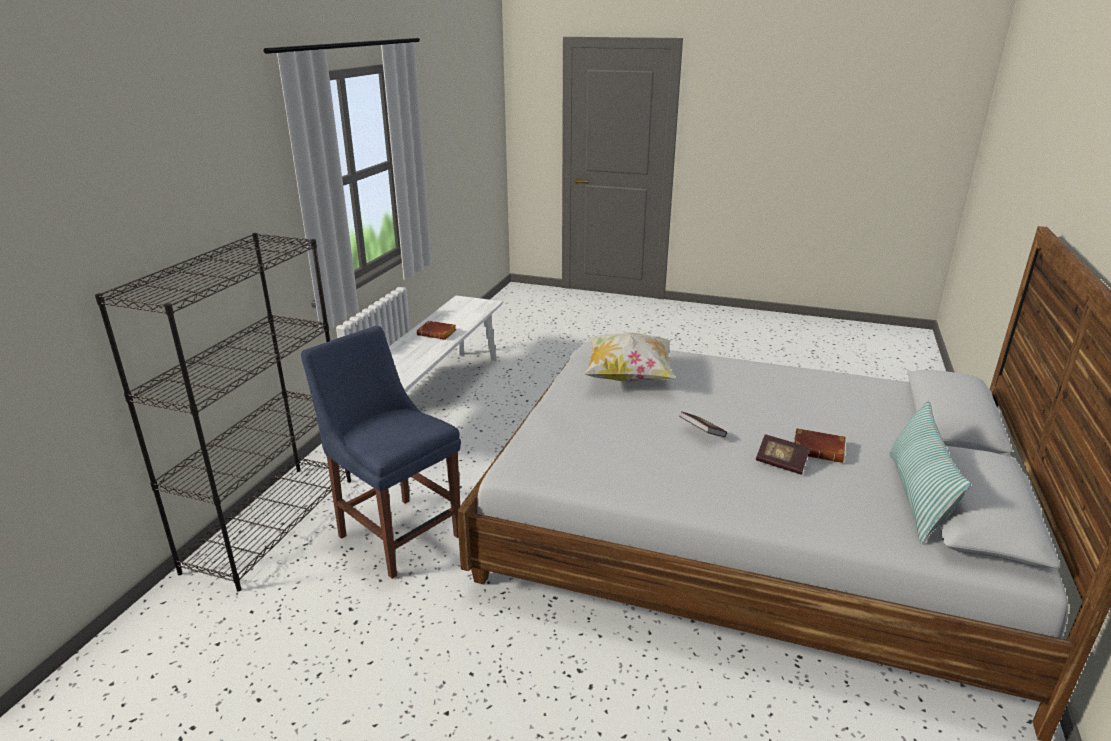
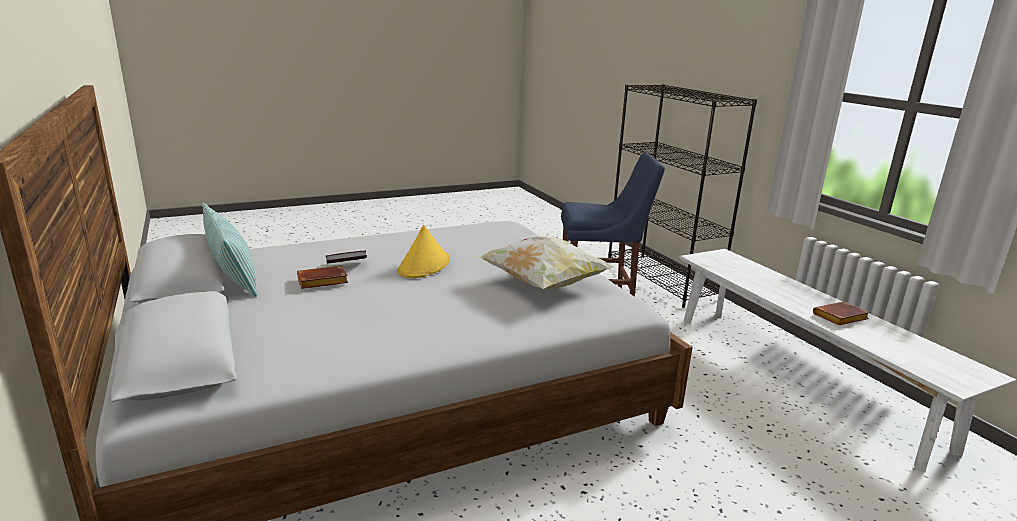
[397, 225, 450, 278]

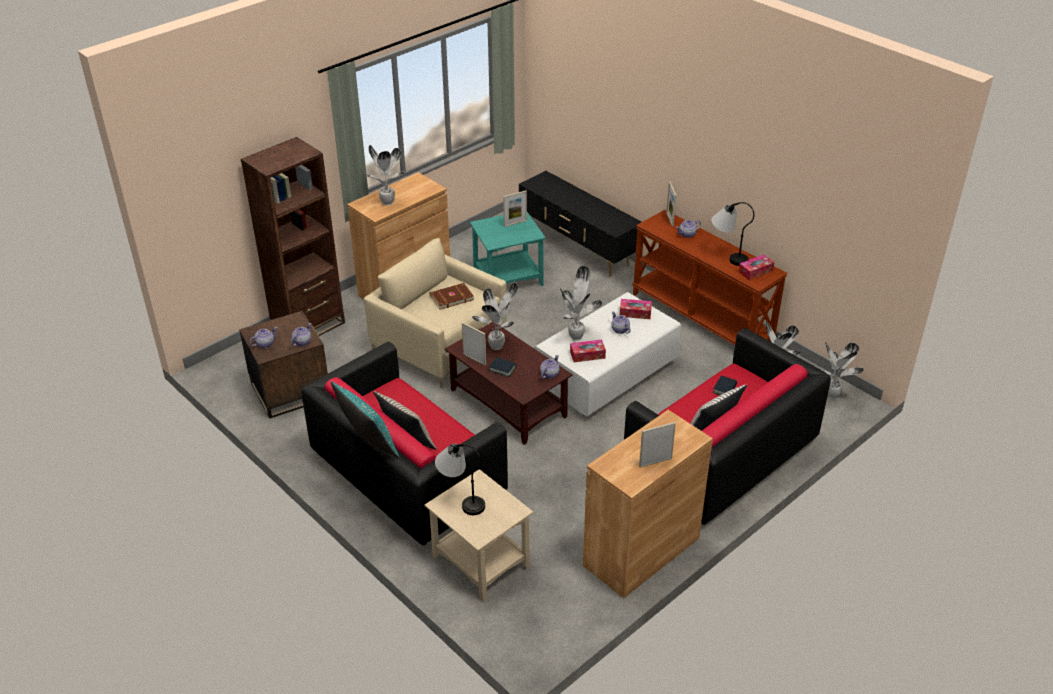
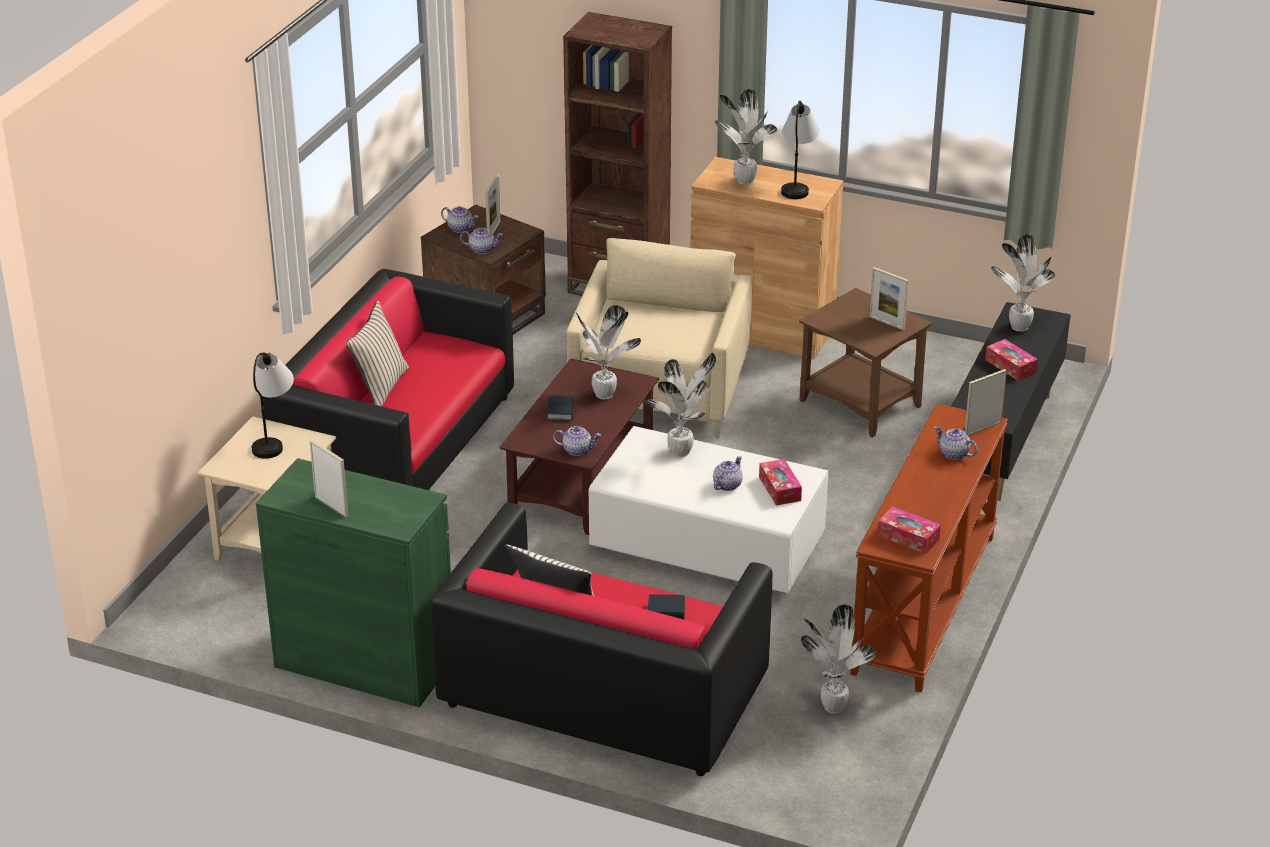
[331, 382, 400, 458] (first image)
[430, 283, 474, 310] (first image)
[485, 174, 501, 234]
[799, 288, 932, 438]
[985, 339, 1038, 381]
[256, 458, 451, 707]
[781, 101, 819, 199]
[991, 234, 1055, 332]

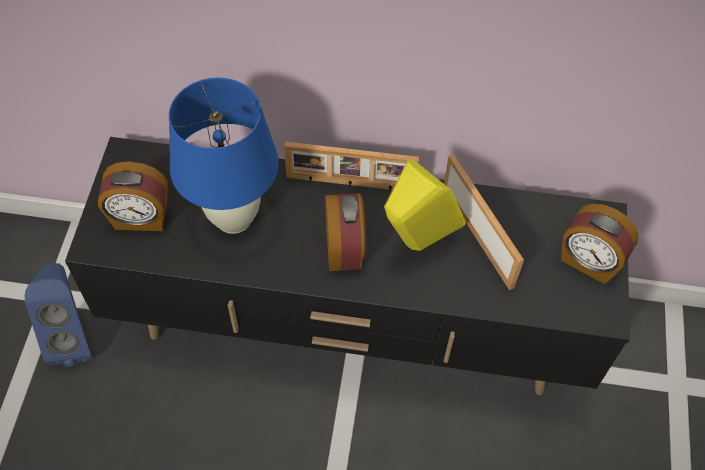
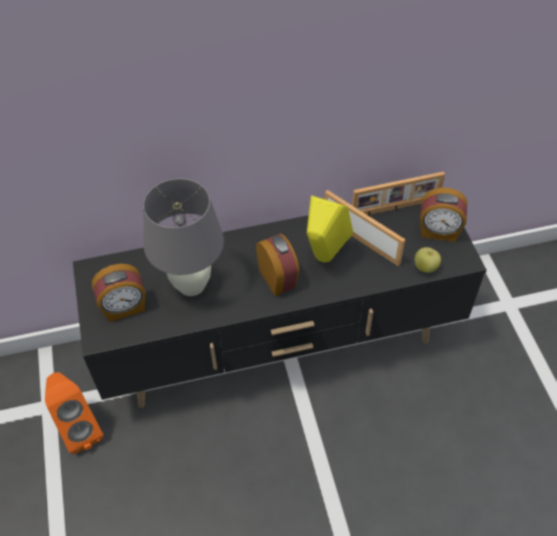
[45, 372, 104, 454]
[143, 178, 224, 296]
[352, 171, 445, 216]
[415, 247, 441, 273]

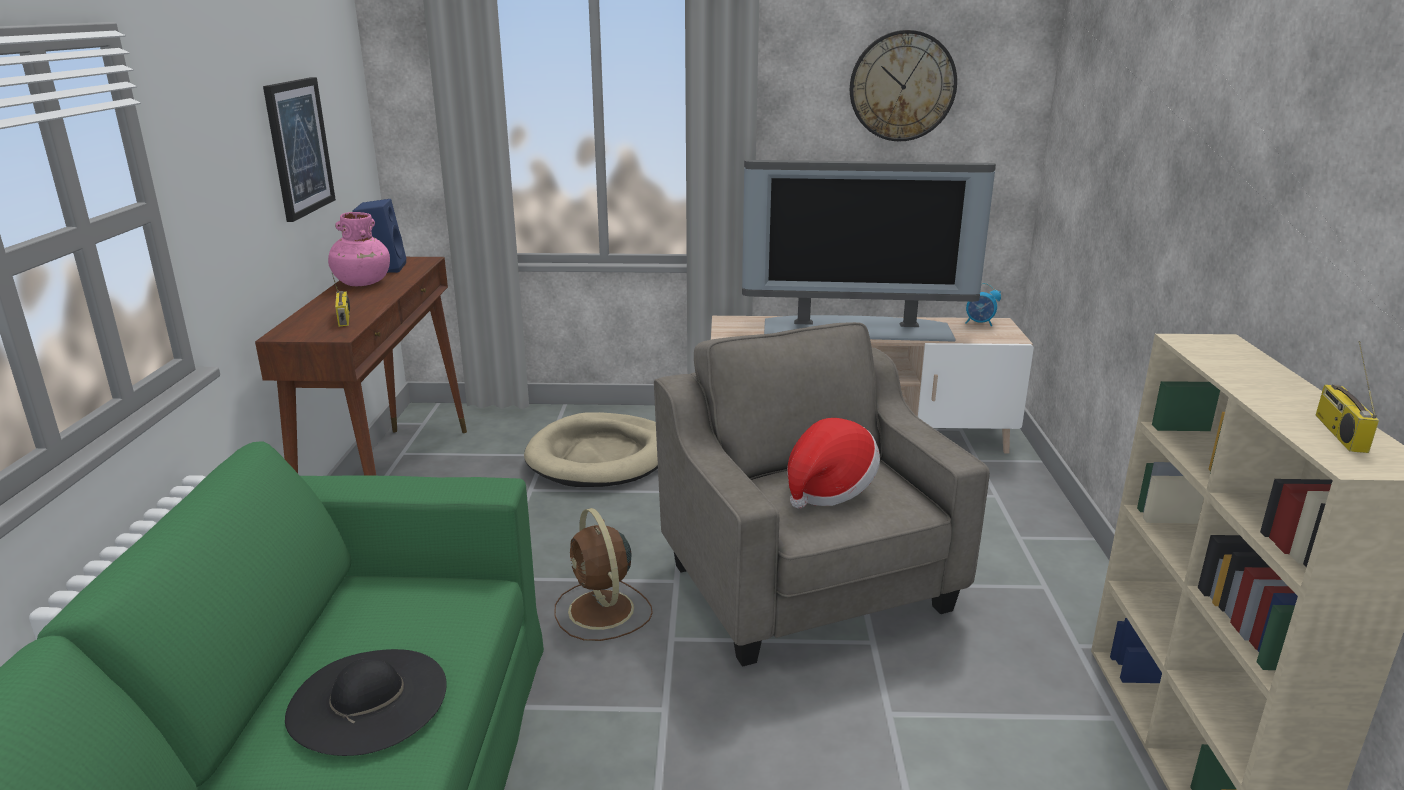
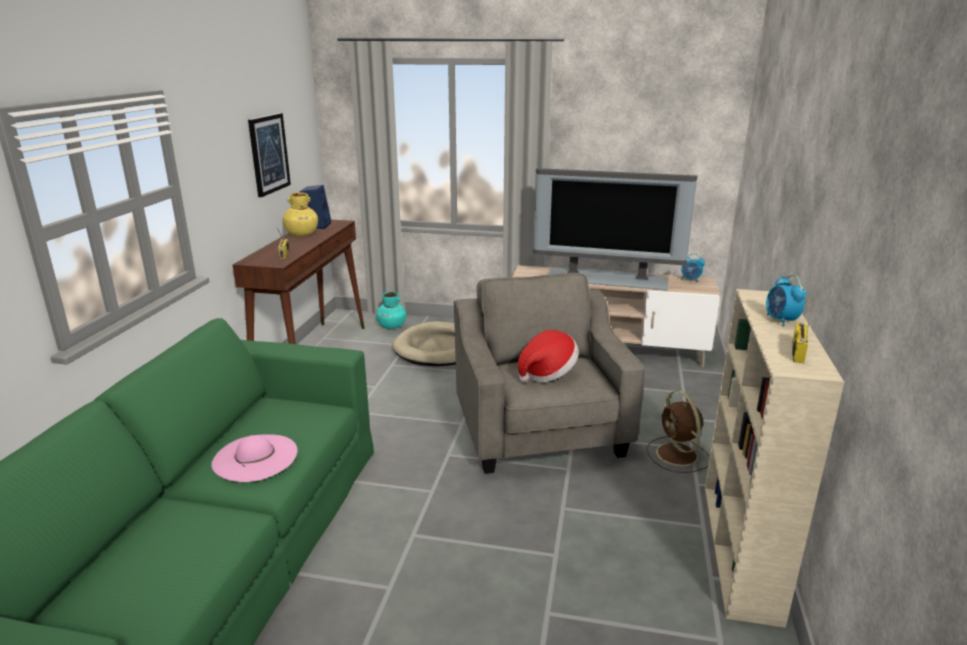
[211, 434, 298, 482]
[283, 192, 318, 236]
[647, 391, 710, 473]
[850, 30, 957, 141] (first image)
[376, 291, 406, 329]
[766, 275, 806, 326]

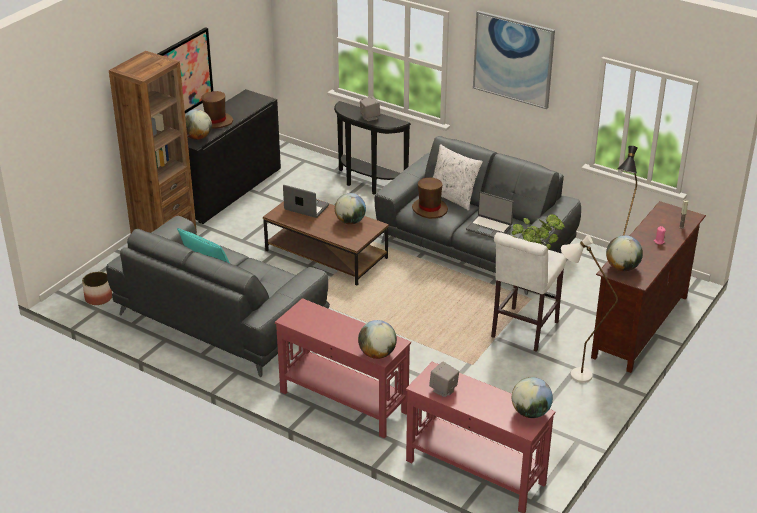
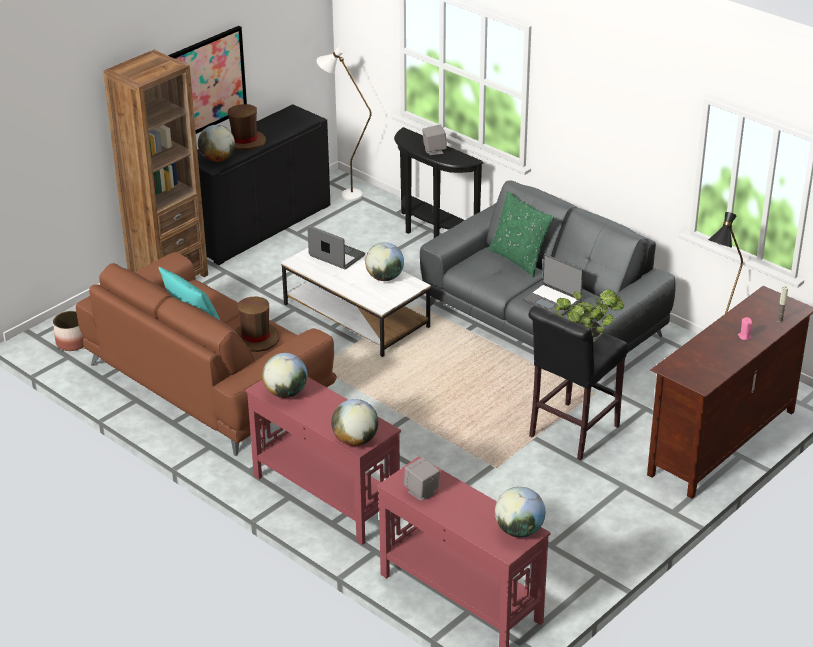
[76, 252, 337, 456]
[281, 242, 431, 357]
[234, 297, 279, 352]
[488, 191, 554, 277]
[473, 11, 555, 109] (first image)
[529, 306, 628, 460]
[317, 45, 372, 201]
[262, 353, 307, 398]

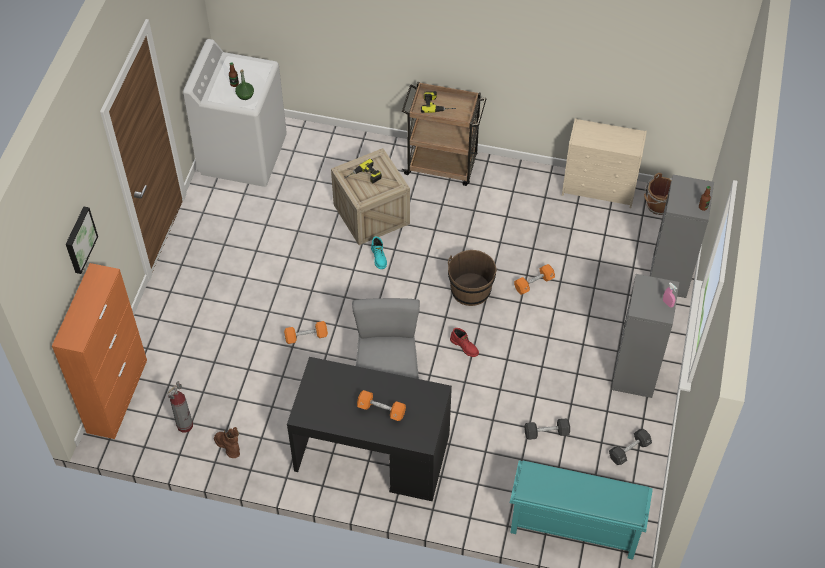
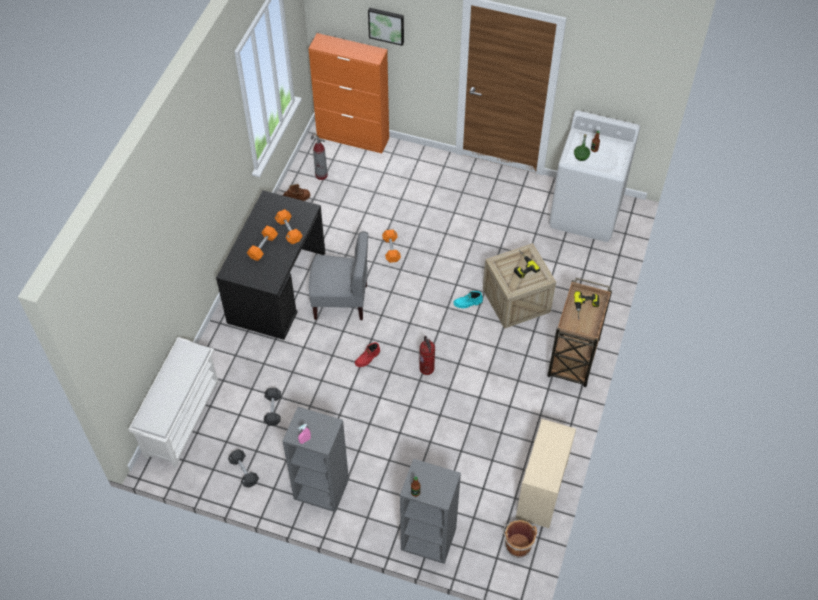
[419, 336, 435, 375]
[129, 337, 219, 468]
[275, 209, 303, 244]

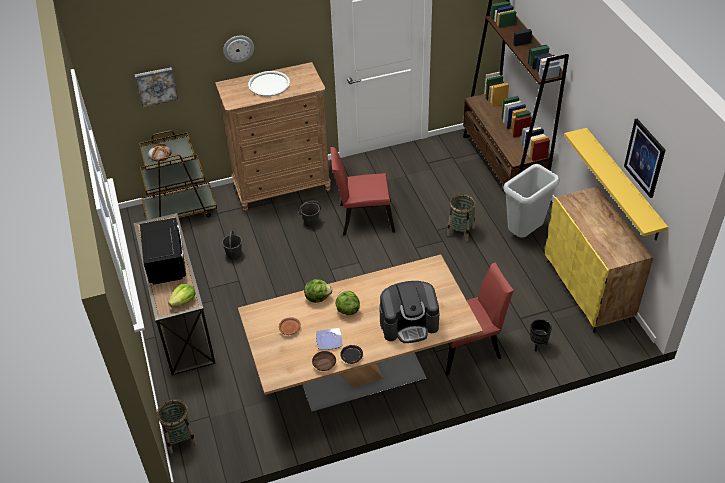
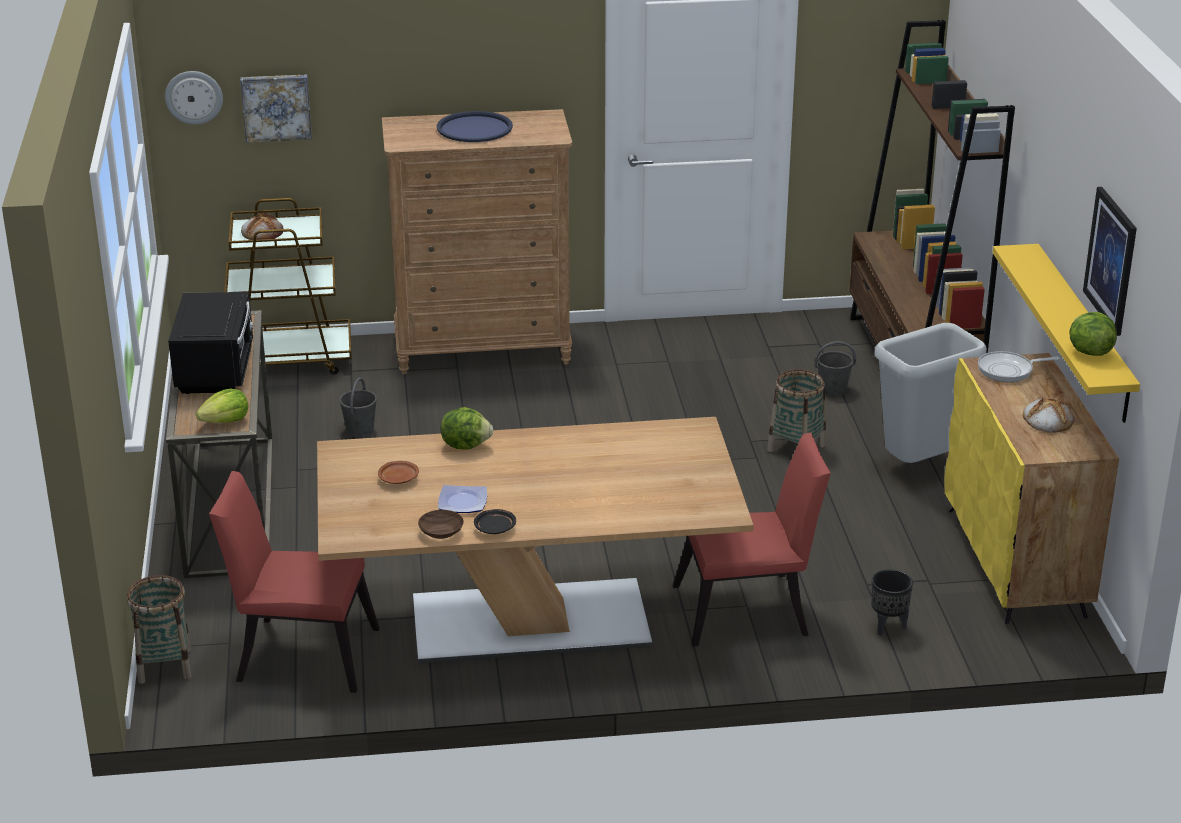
[165, 71, 223, 124]
[437, 111, 513, 142]
[814, 341, 856, 397]
[209, 471, 380, 693]
[1069, 312, 1117, 356]
[380, 281, 440, 343] (first image)
[978, 351, 1059, 382]
[1023, 397, 1075, 433]

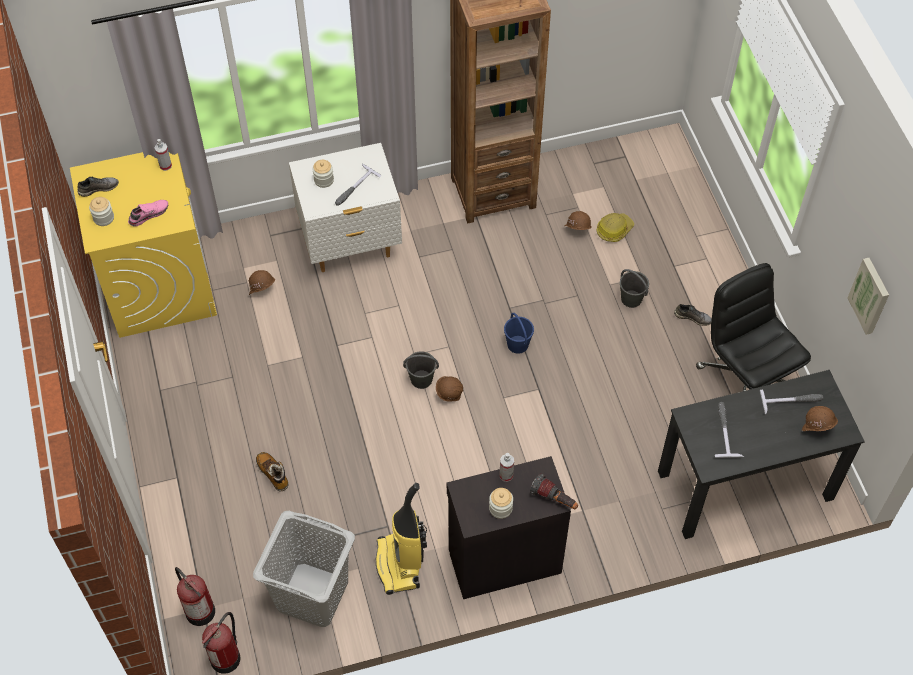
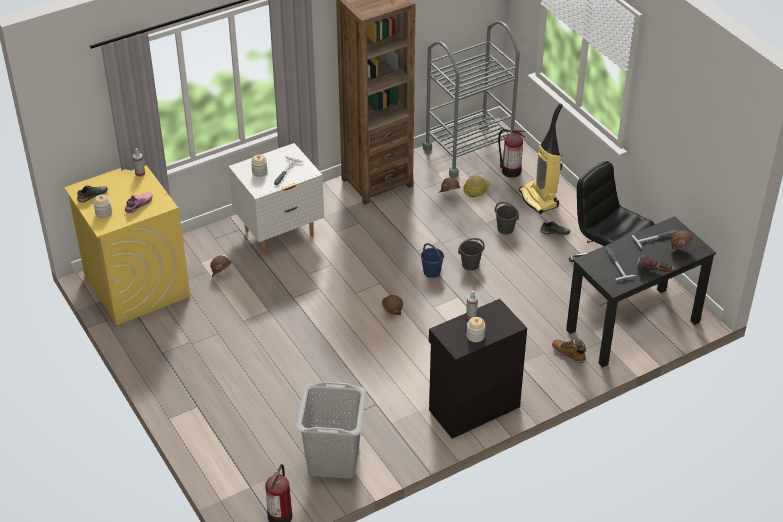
[498, 129, 525, 178]
[552, 338, 586, 363]
[519, 103, 563, 214]
[458, 238, 484, 271]
[637, 254, 675, 272]
[847, 258, 889, 335] (first image)
[423, 21, 520, 178]

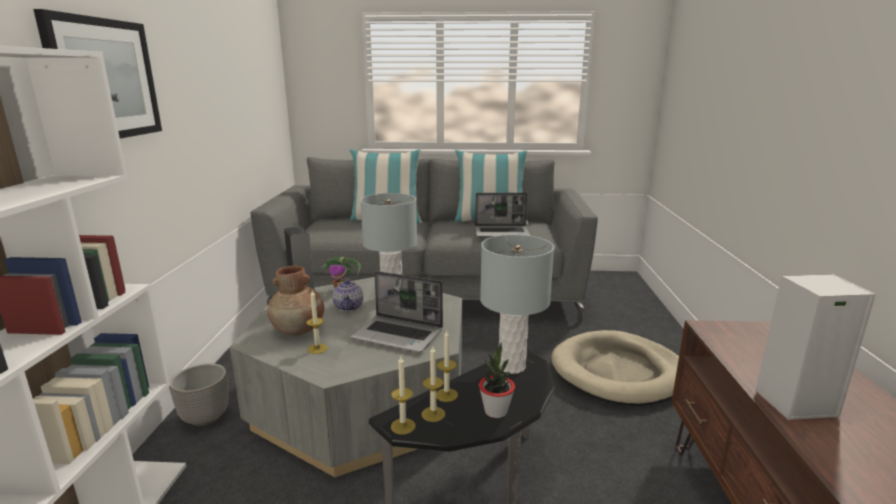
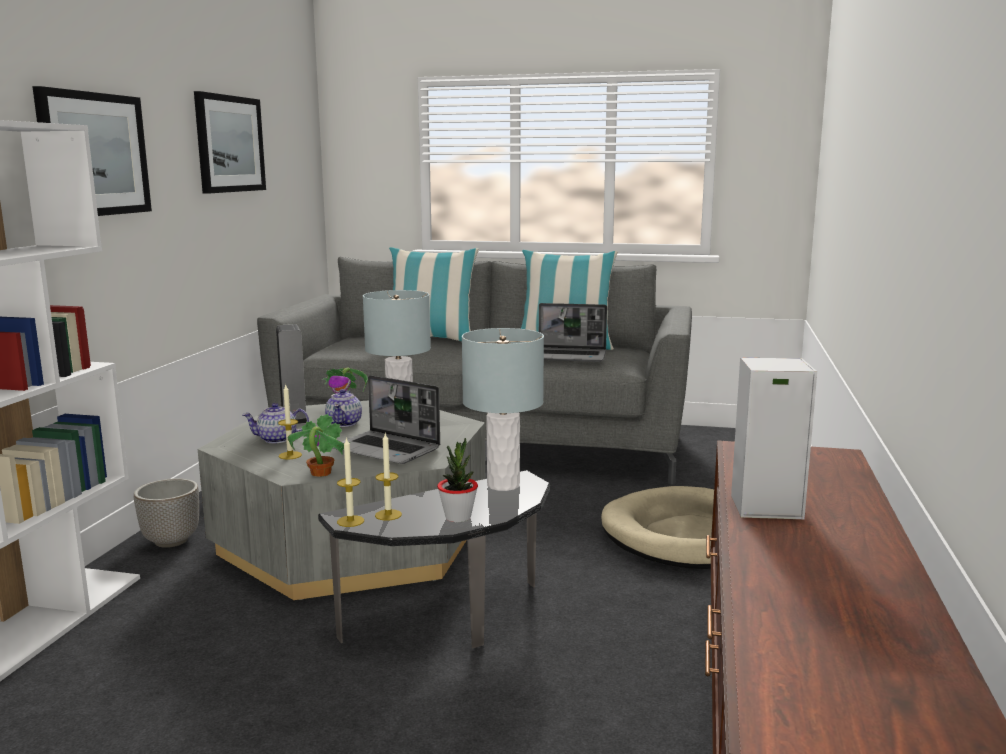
[242, 403, 309, 443]
[436, 330, 458, 402] (first image)
[194, 91, 266, 194]
[288, 414, 351, 477]

